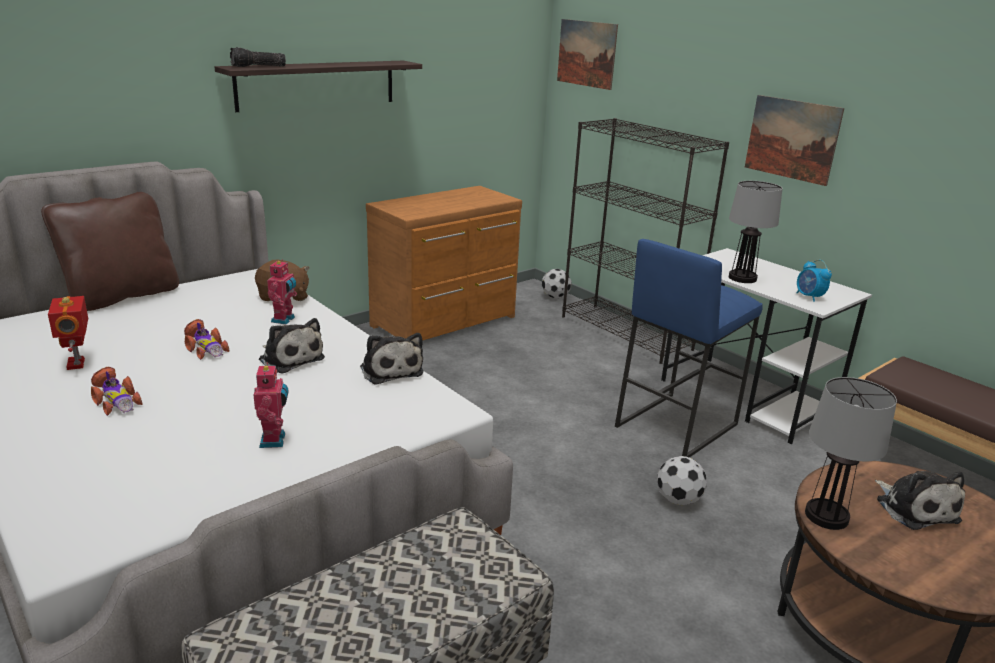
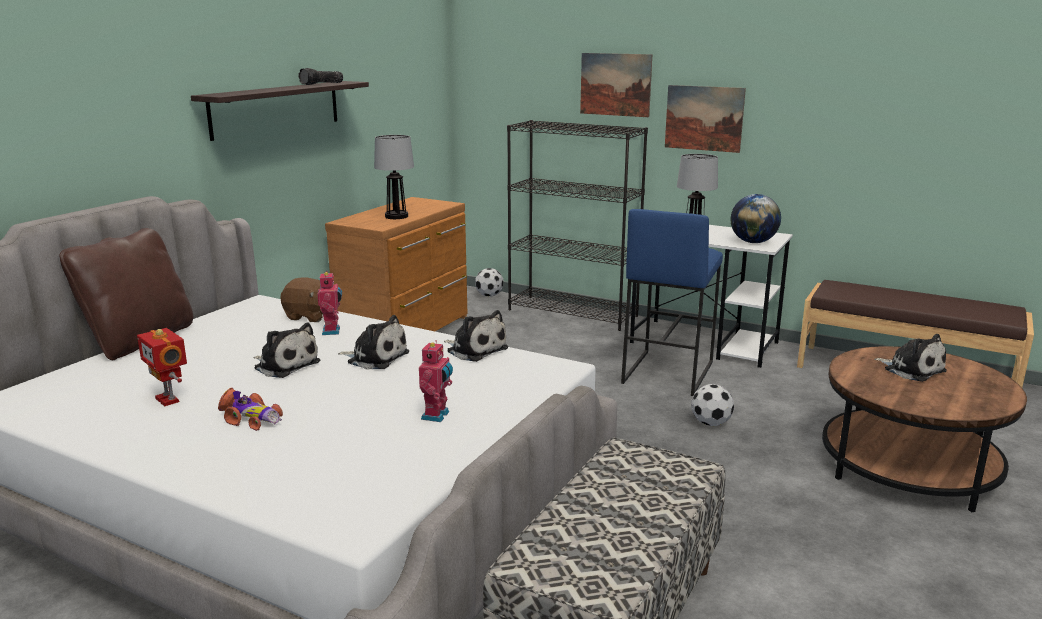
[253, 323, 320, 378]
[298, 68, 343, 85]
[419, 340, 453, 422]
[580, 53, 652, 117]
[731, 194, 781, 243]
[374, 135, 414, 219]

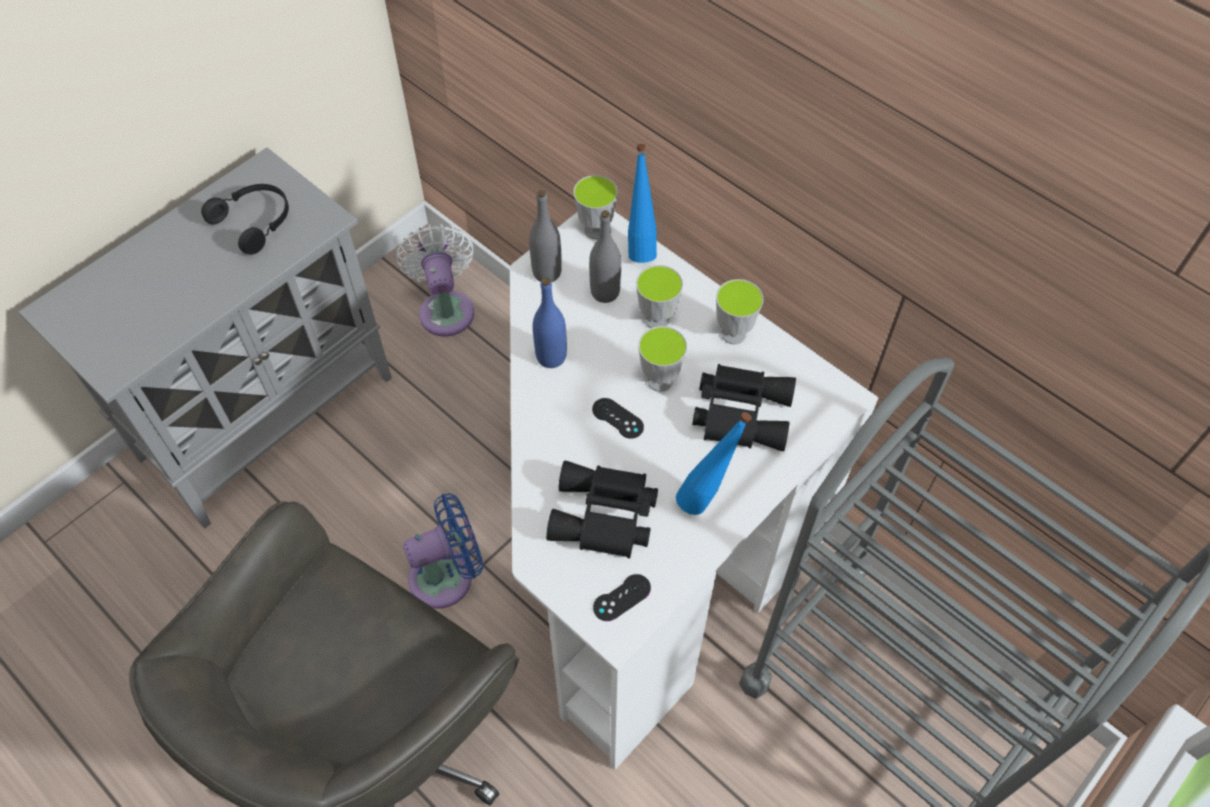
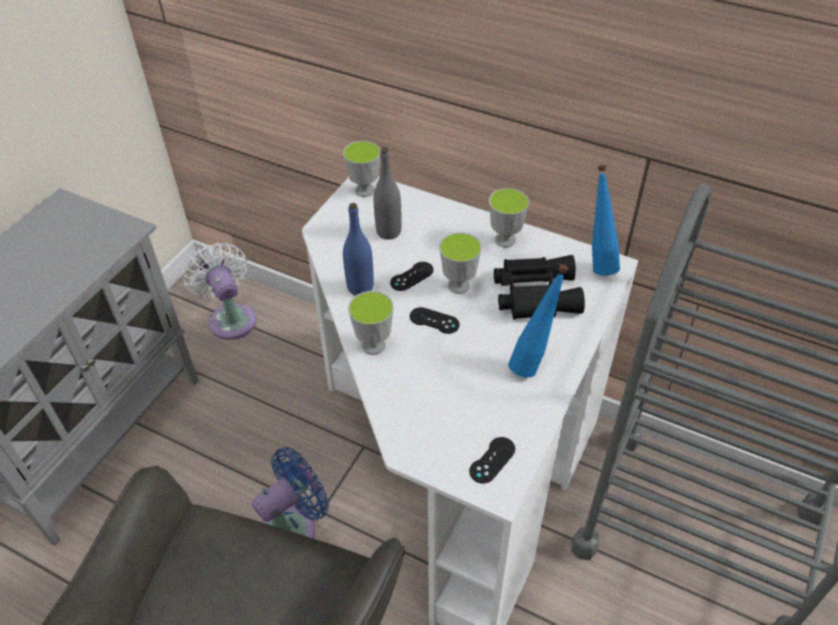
[201, 184, 289, 255] (first image)
[529, 190, 562, 282] (first image)
[546, 460, 658, 558] (first image)
[592, 165, 620, 275]
[348, 291, 393, 355]
[390, 262, 434, 291]

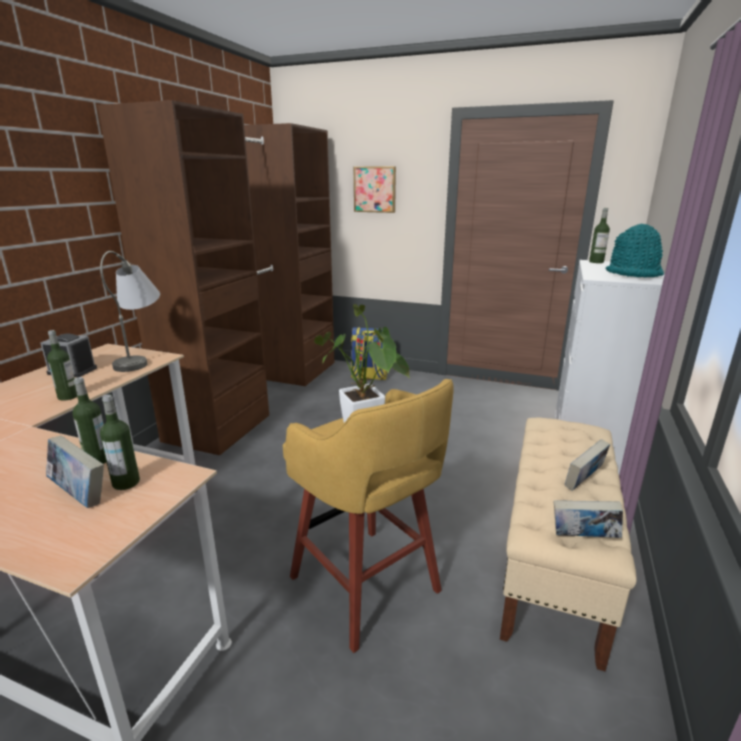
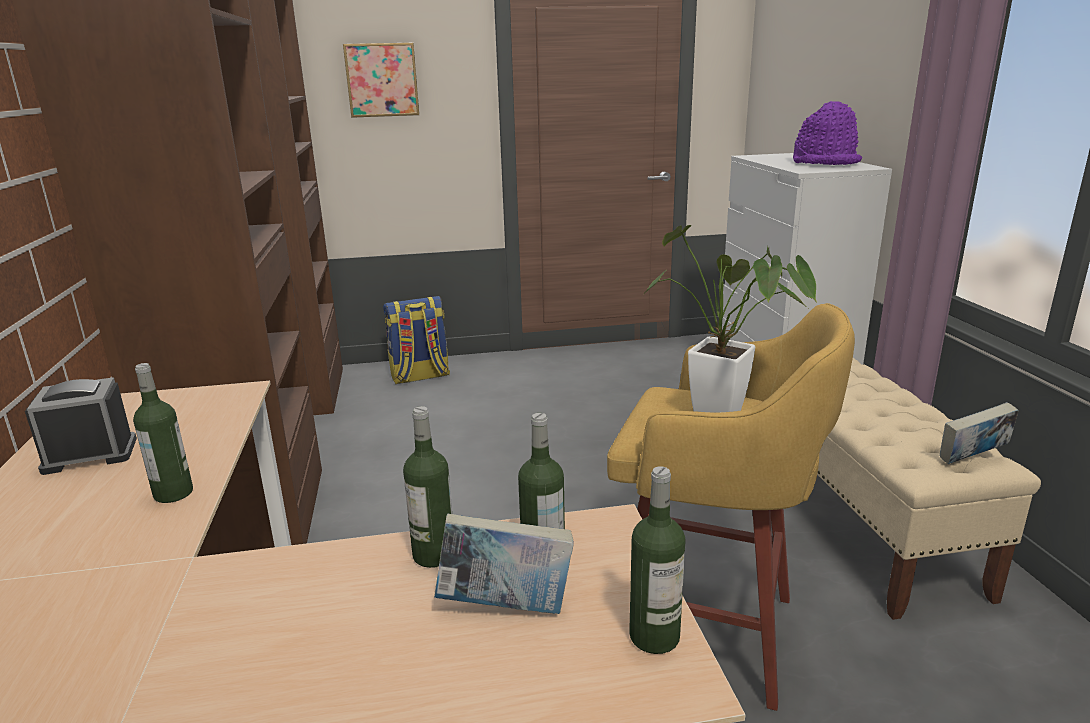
[100, 251, 160, 372] (first image)
[565, 439, 610, 491] (first image)
[629, 466, 686, 654]
[793, 101, 862, 165]

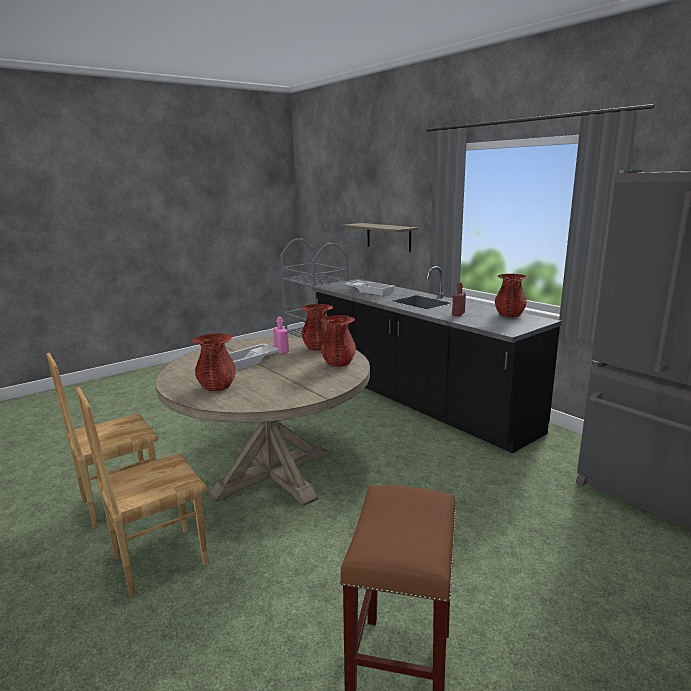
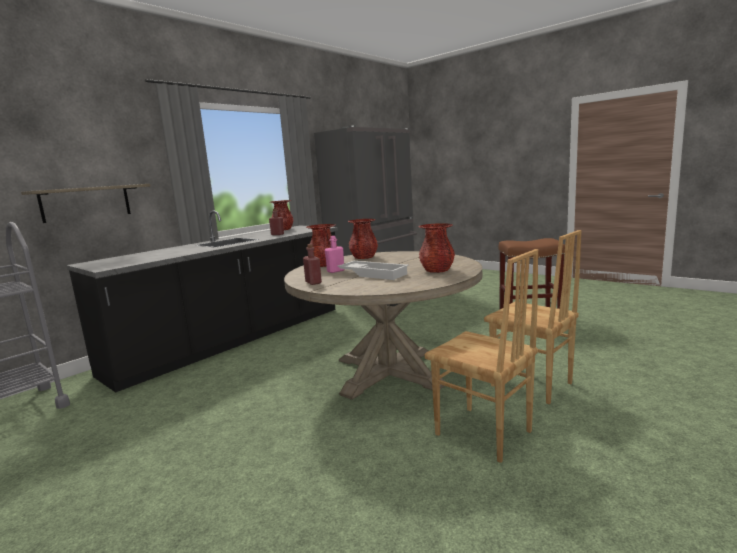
[345, 280, 395, 296] (first image)
[303, 244, 322, 285]

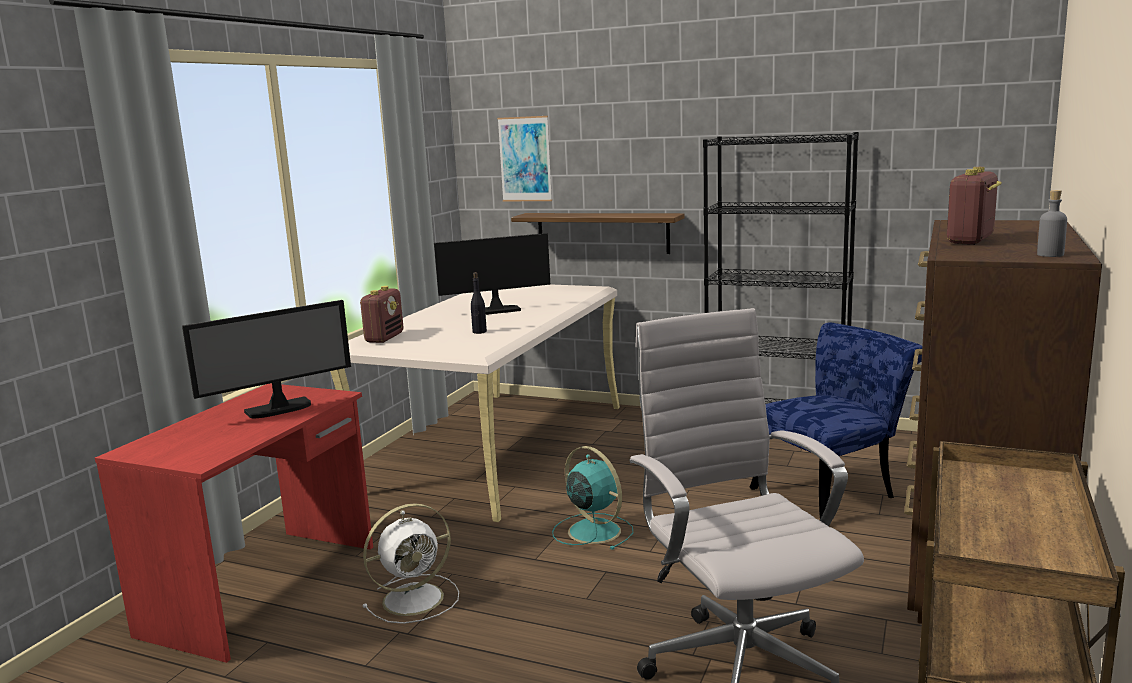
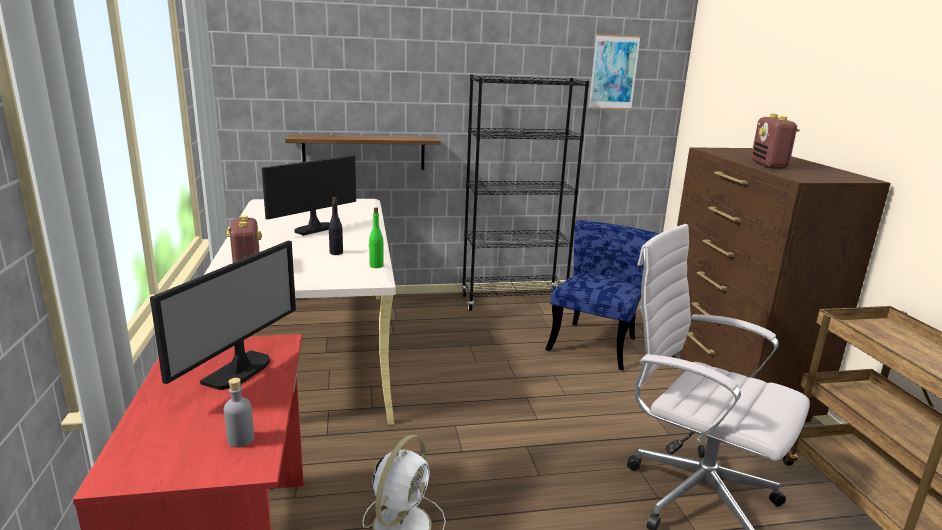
[588, 34, 641, 109]
[552, 446, 634, 550] (first image)
[224, 378, 254, 448]
[369, 207, 384, 268]

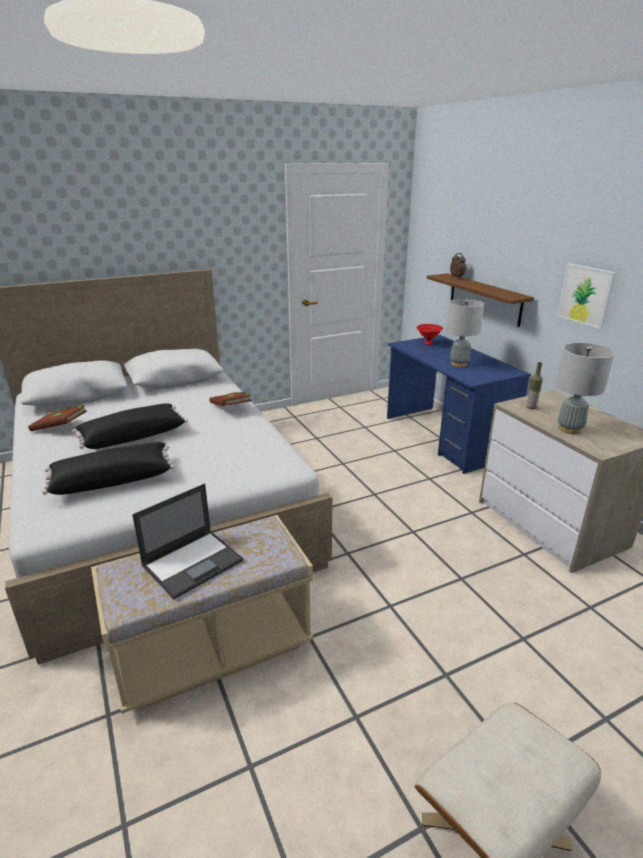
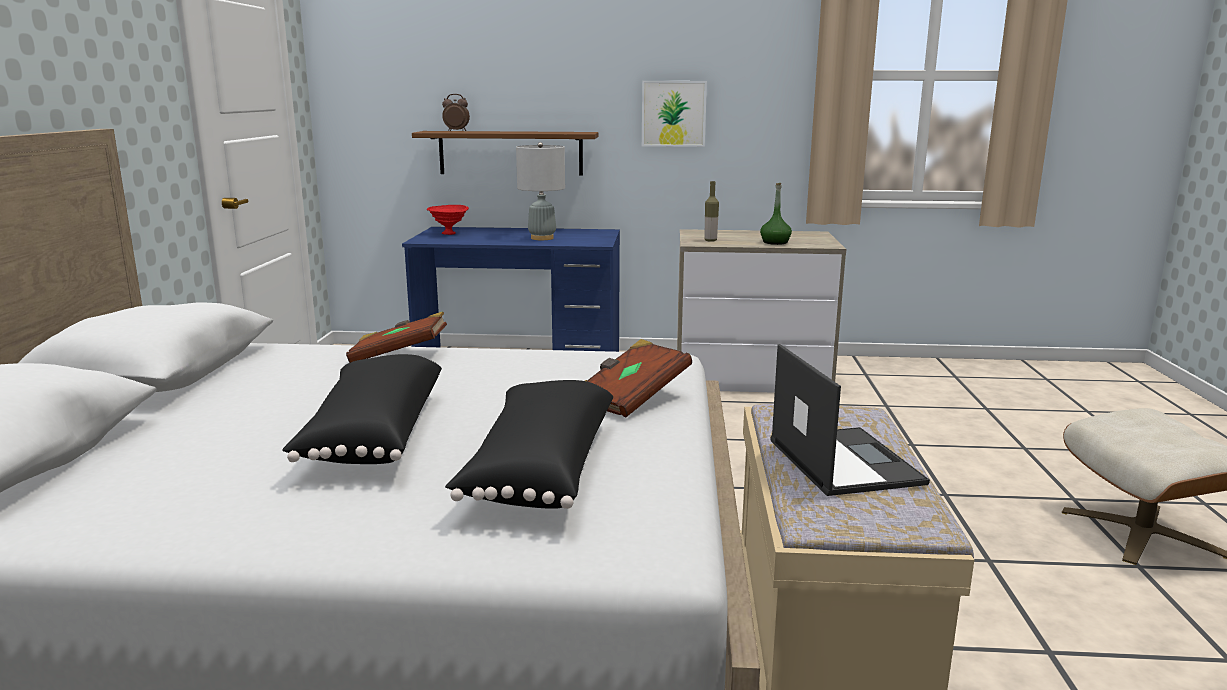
[585, 339, 692, 417]
[760, 183, 792, 245]

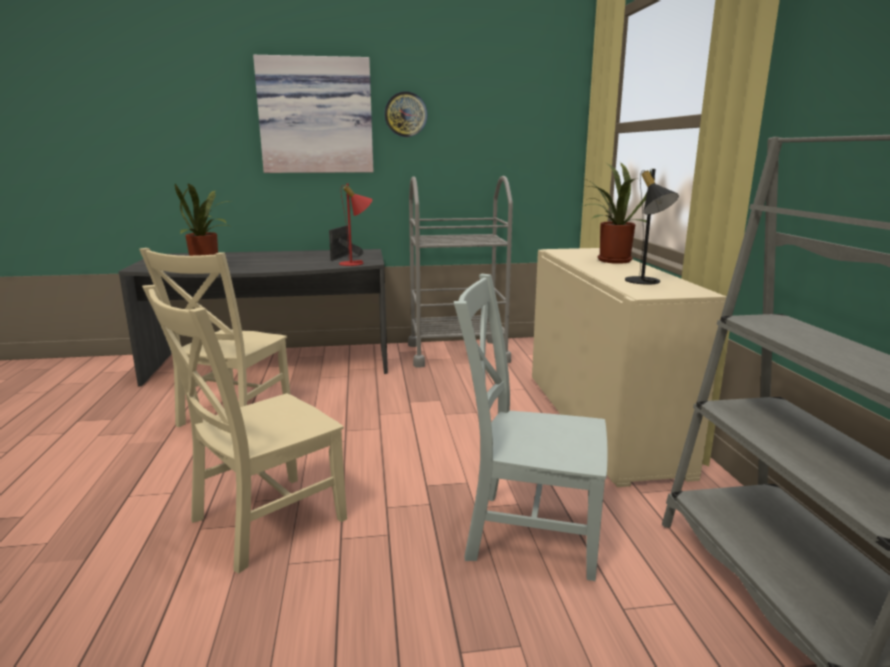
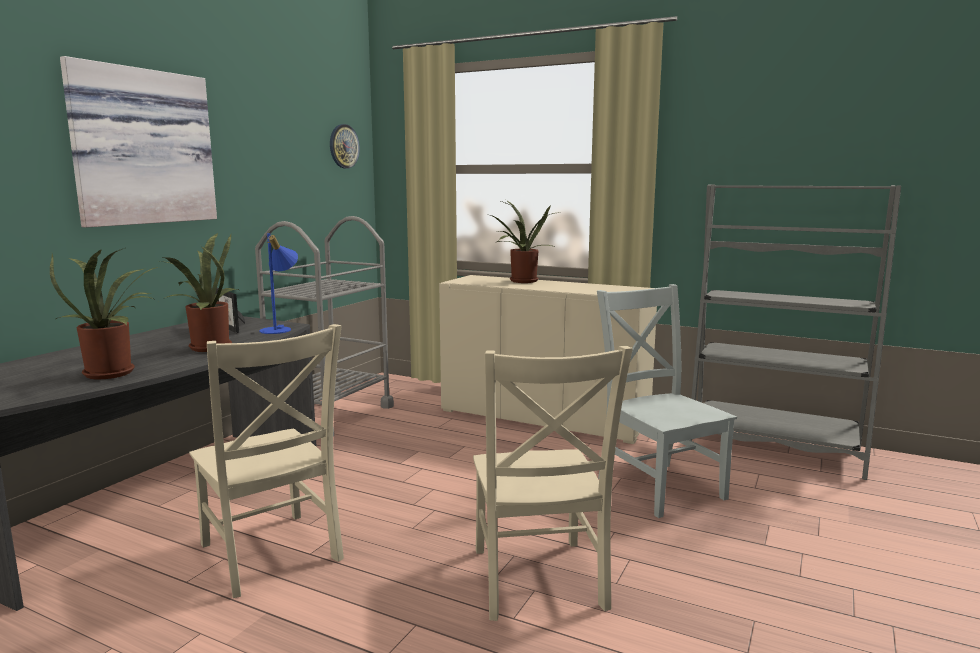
[260, 233, 298, 334]
[330, 124, 360, 168]
[597, 284, 737, 518]
[625, 169, 679, 285] (first image)
[160, 233, 240, 352]

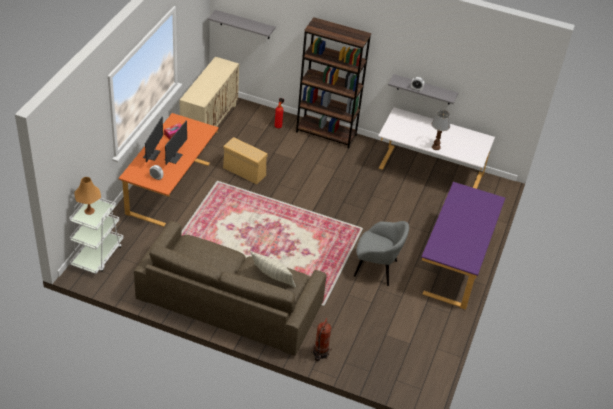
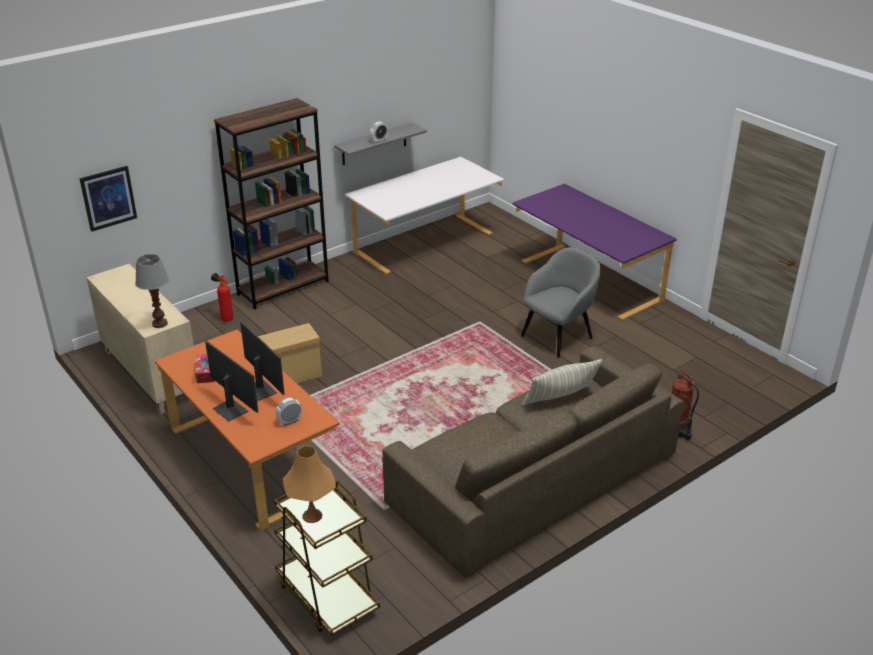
[274, 481, 380, 636]
[79, 166, 137, 232]
[135, 254, 169, 328]

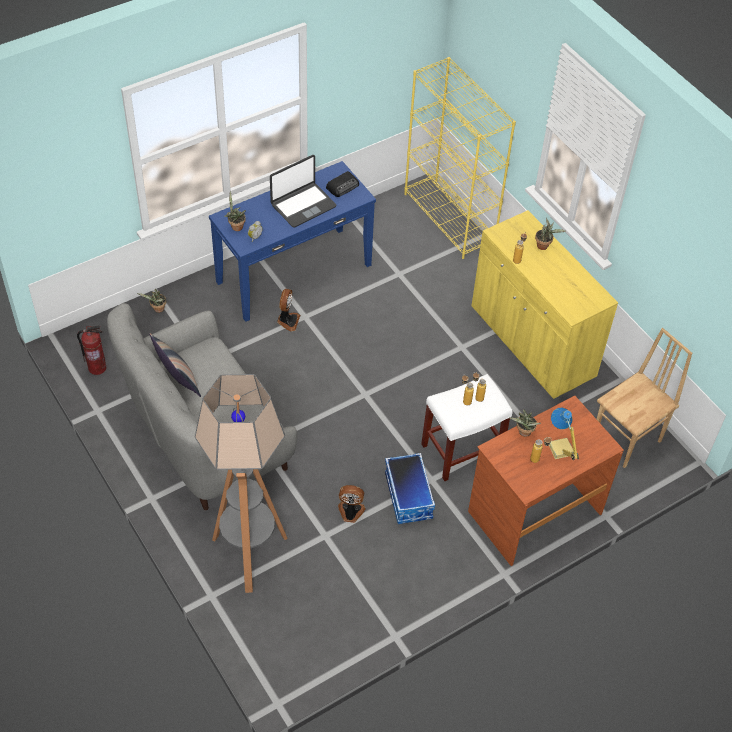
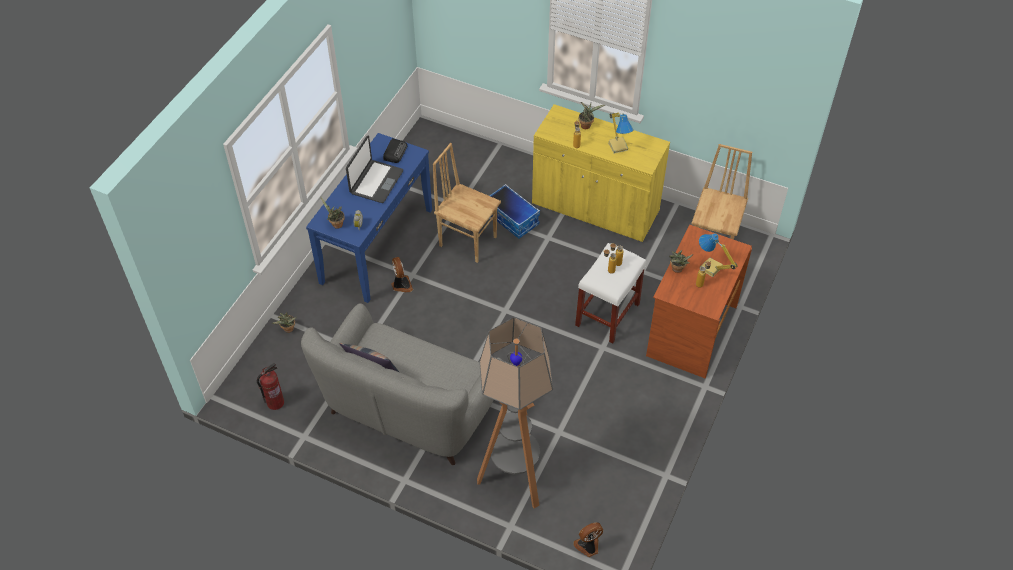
[573, 522, 603, 557]
[490, 184, 540, 239]
[404, 57, 516, 259] (first image)
[433, 143, 501, 263]
[608, 112, 634, 154]

